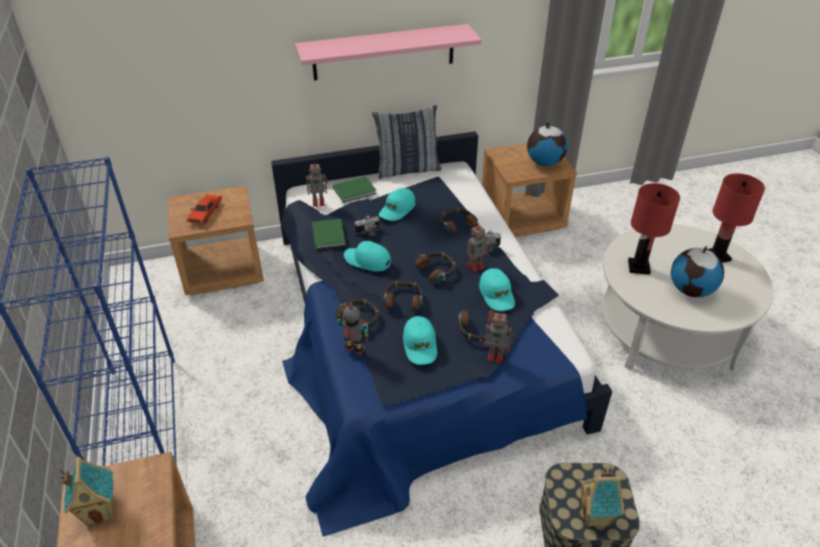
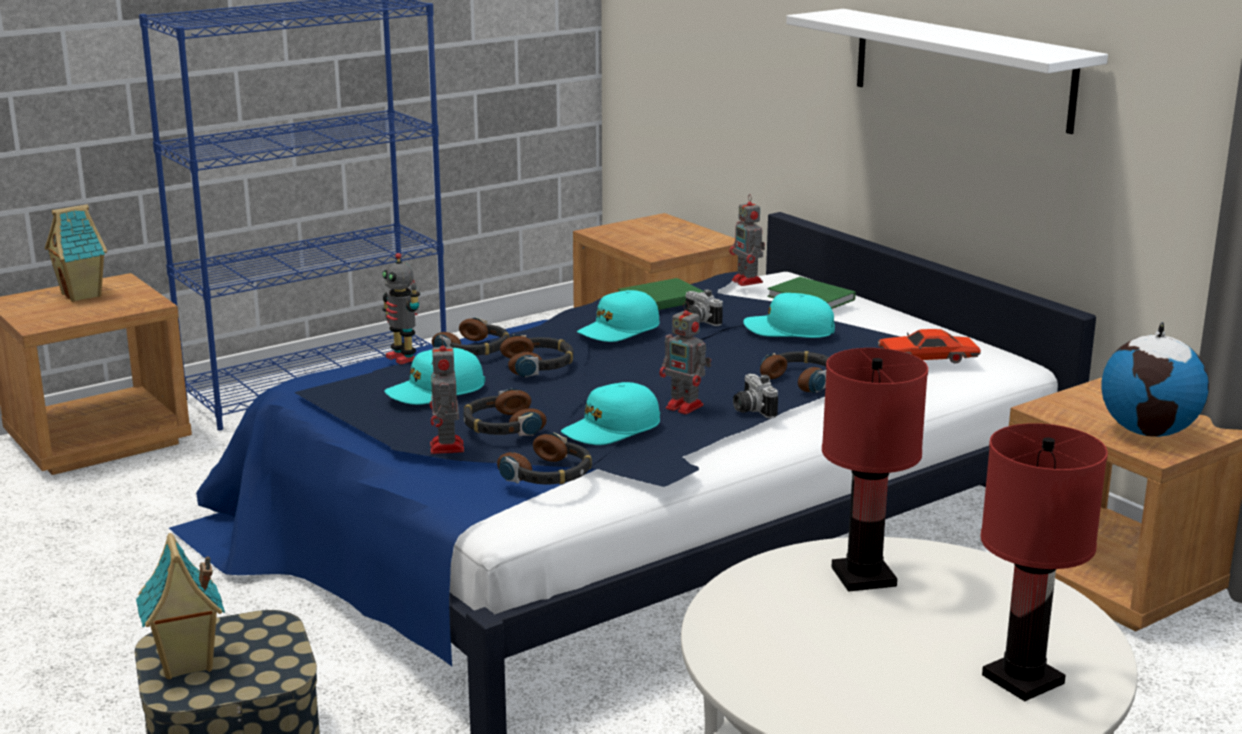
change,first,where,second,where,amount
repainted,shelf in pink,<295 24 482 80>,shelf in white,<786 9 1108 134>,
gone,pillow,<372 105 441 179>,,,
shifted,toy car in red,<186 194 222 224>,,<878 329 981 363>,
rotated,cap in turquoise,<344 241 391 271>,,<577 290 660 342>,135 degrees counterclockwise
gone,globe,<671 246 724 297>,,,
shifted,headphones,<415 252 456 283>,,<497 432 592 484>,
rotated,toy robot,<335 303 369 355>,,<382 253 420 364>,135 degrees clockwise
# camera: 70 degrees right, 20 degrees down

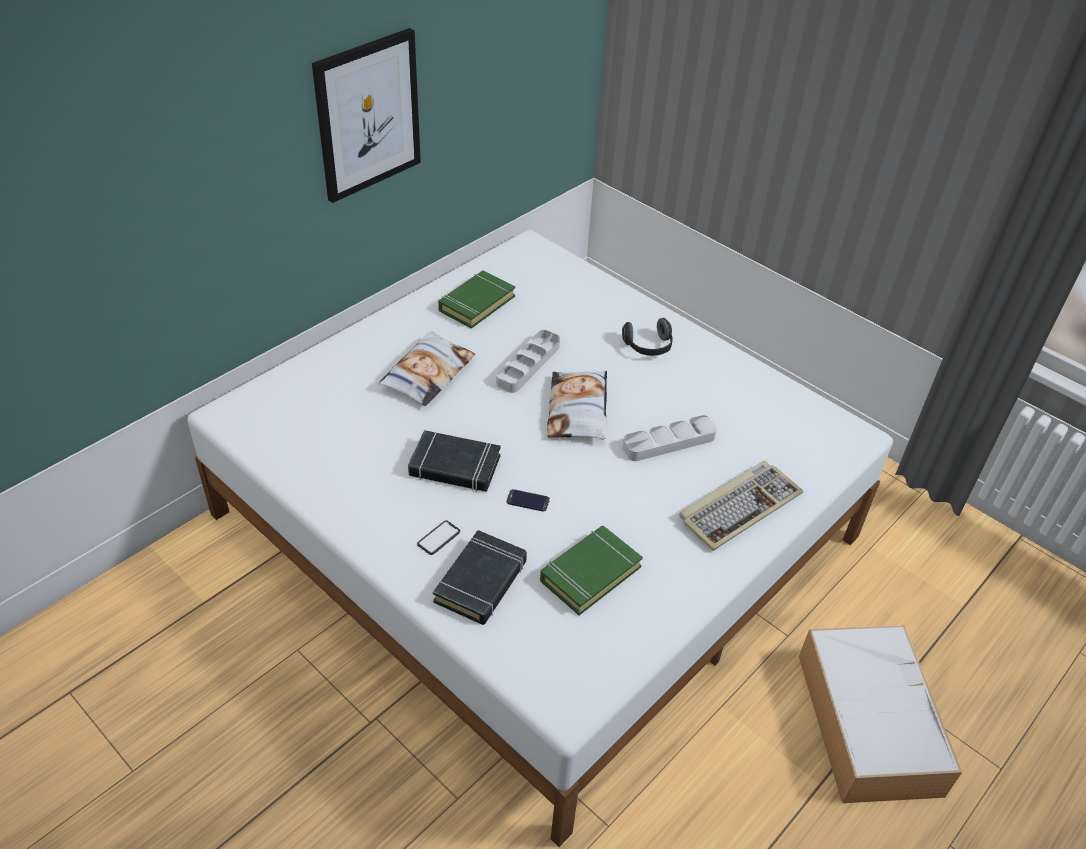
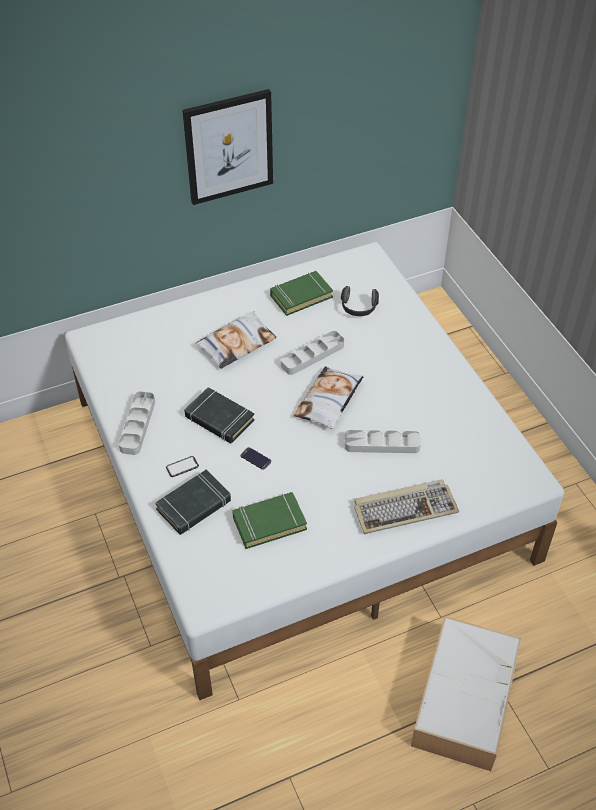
change,first,where,second,where,amount
shifted,headphones,<622 318 673 356>,,<341 286 379 316>,
new,,,tray in grey,<118 391 155 455>,
# camera: 25 degrees right, 5 degrees up

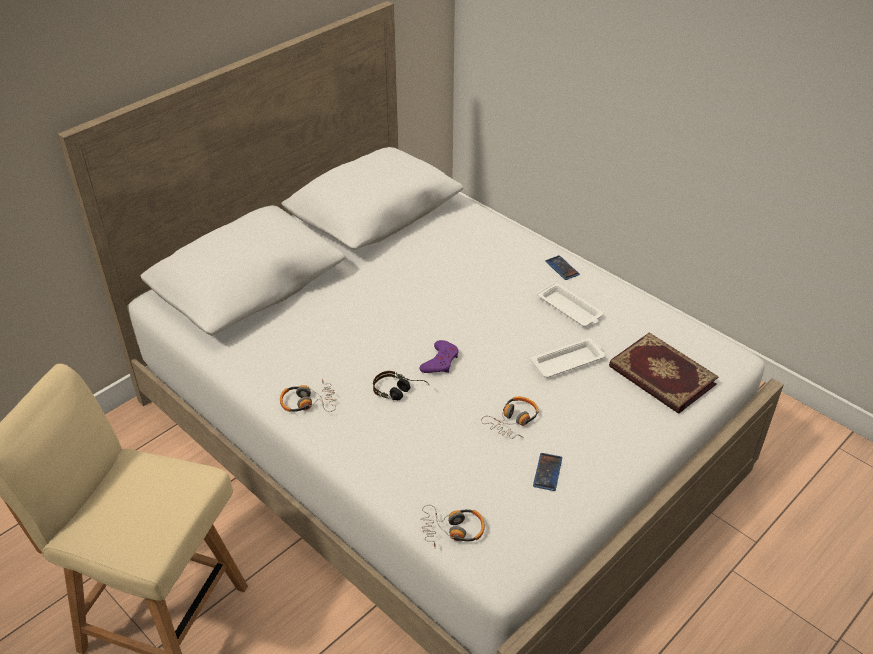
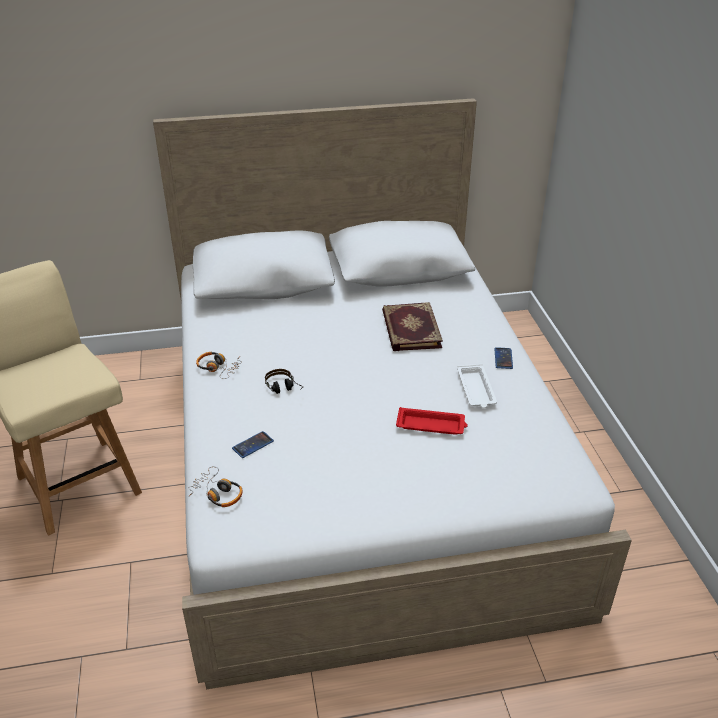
change,first,where,second,where,amount
shifted,book,<609 332 719 414>,,<382 302 443 351>,
repainted,tray in white,<530 338 605 378>,tray in red,<396 407 468 435>,
gone,game controller in purple,<420 340 459 373>,,,
gone,headphones,<481 397 538 439>,,,
shifted,phone,<533 453 562 491>,,<232 431 274 458>,
# camera: 35 degrees right, 5 degrees down

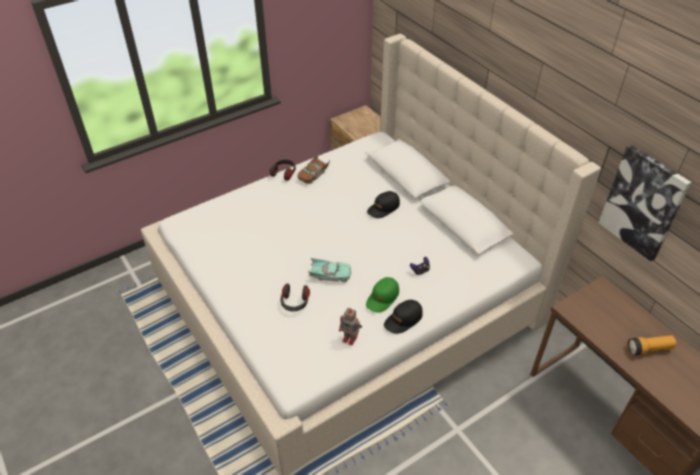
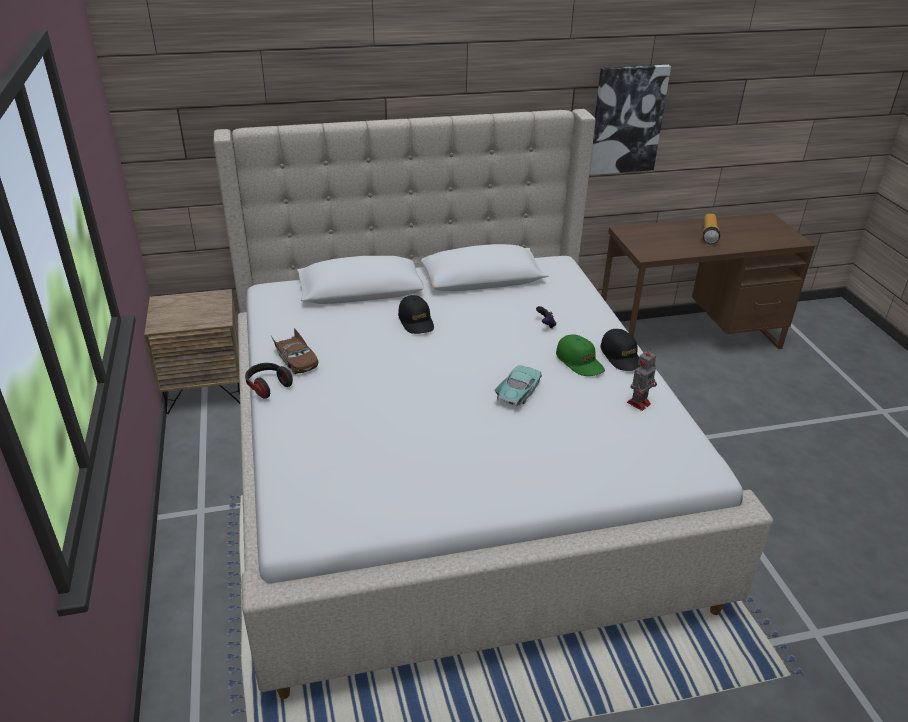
change,first,where,second,where,amount
gone,headphones,<281 283 310 311>,,,
# camera: 70 degrees left, 10 degrees down

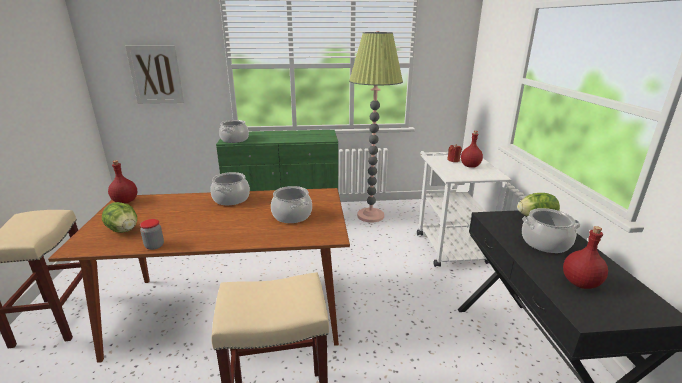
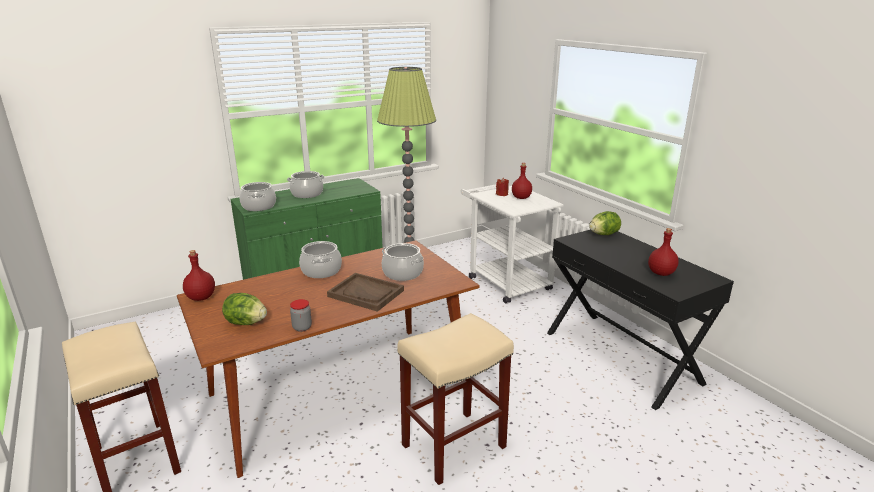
change,first,where,second,where,amount
gone,picture,<125 45 185 104>,,,
shifted,cooking pot,<522 208 581 253>,,<287 171 324 198>,
new,,,tray in brown,<327 273 404 312>,
# camera: 25 degrees left, 0 degrees up

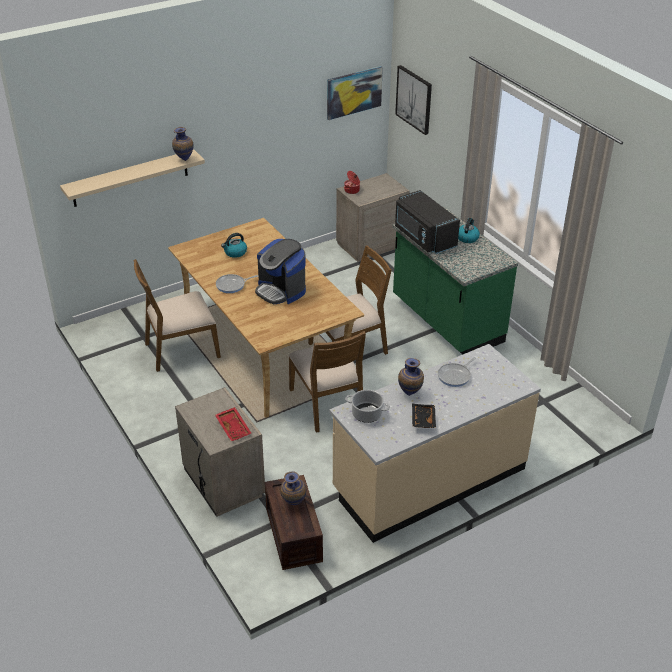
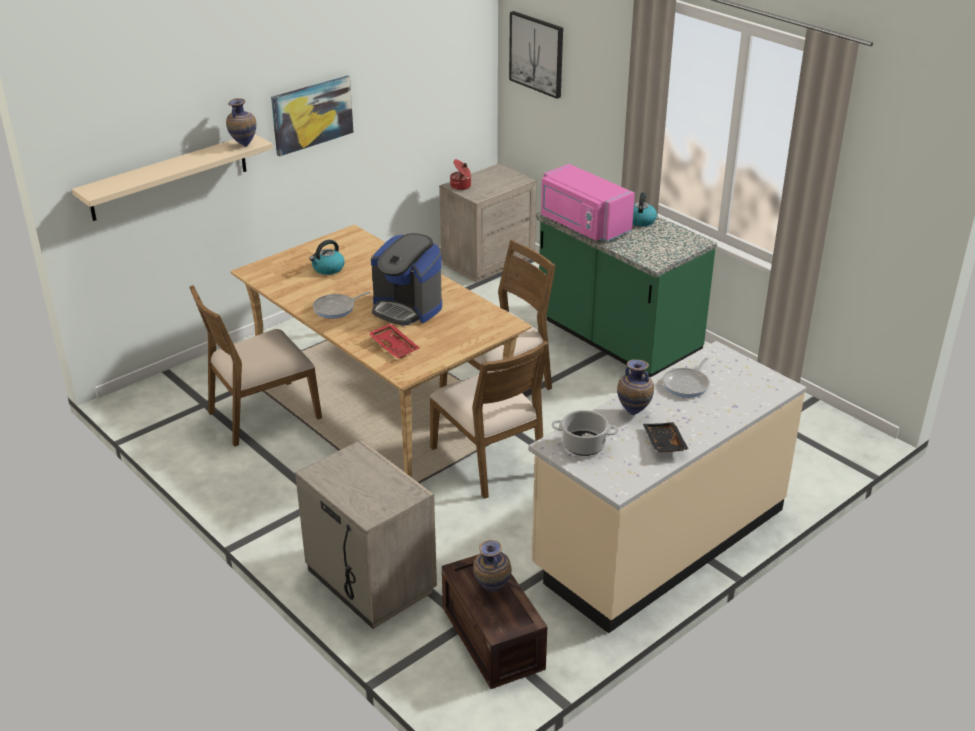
change,first,where,second,where,amount
shifted,picture,<327 66 383 120>,,<271 75 354 157>,
repainted,microwave in black,<395 190 460 254>,microwave in pink,<541 164 635 242>,
shifted,tray in red,<215 407 251 441>,,<368 323 420 359>,
# camera: 10 degrees left, 5 degrees down

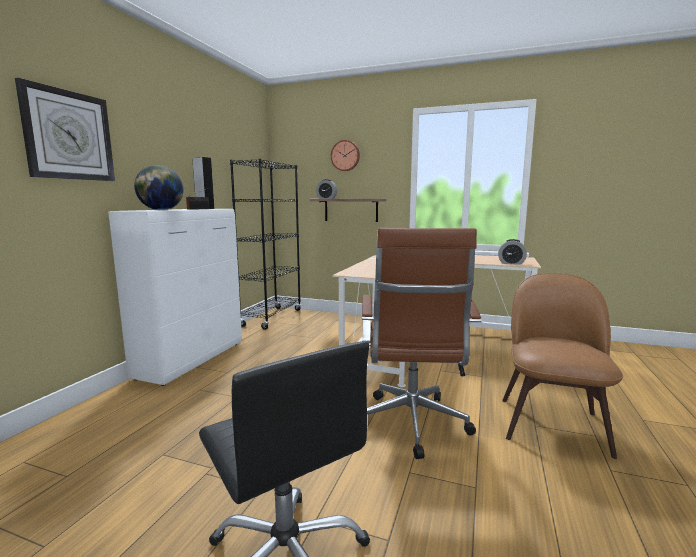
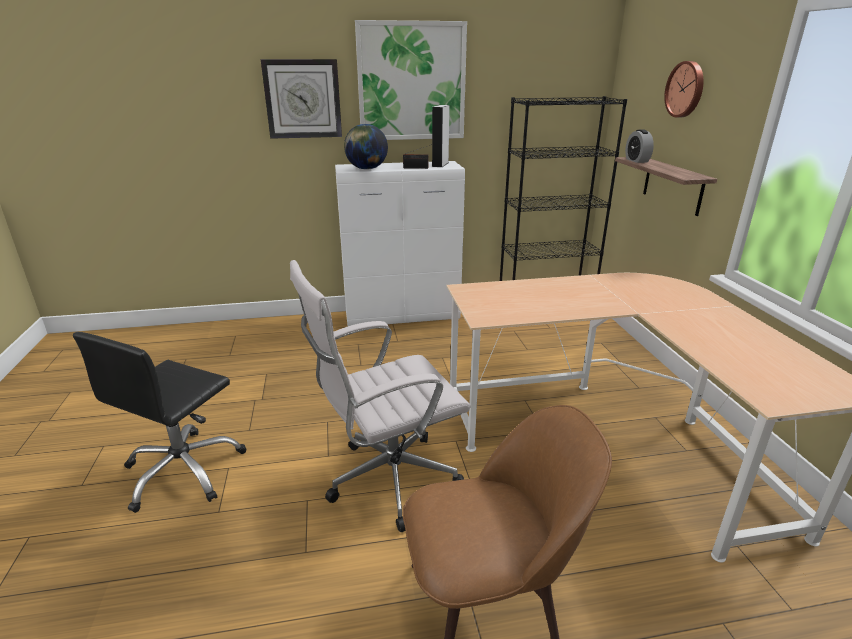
change,first,where,second,where,amount
repainted,office chair in brown,<362 228 481 459>,office chair in white,<290 260 471 533>,
gone,alarm clock,<498 239 527 265>,,,
new,,,picture,<355 20 467 140>,
# camera: 60 degrees right, 15 degrees up

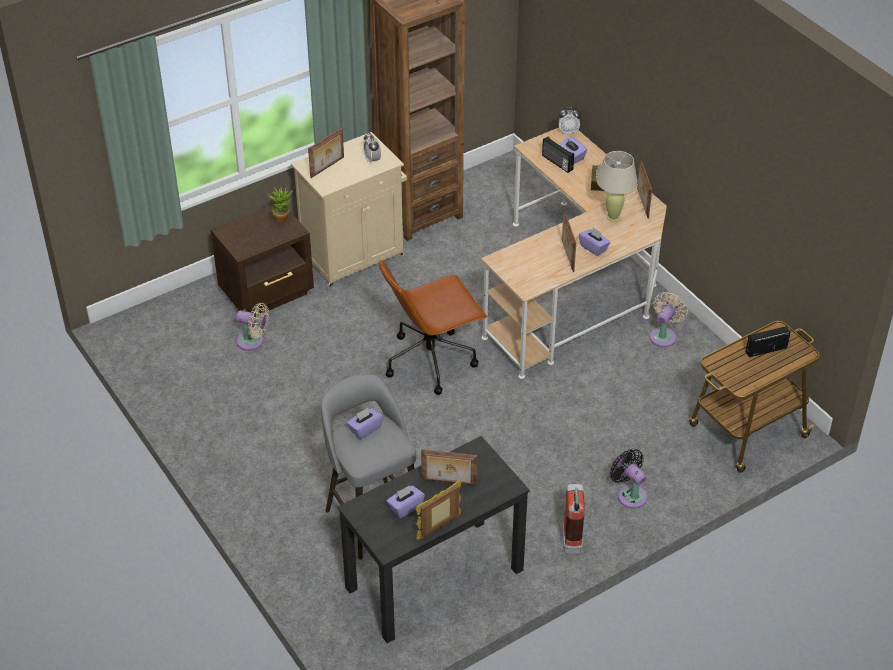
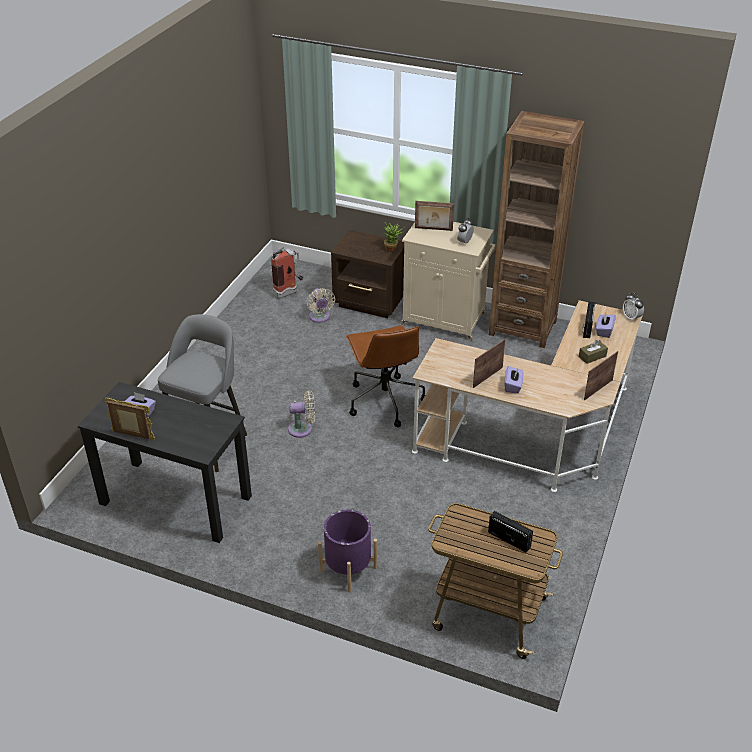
change,first,where,second,where,amount
gone,table lamp in beige,<596 151 638 222>,,,
rotated,office chair in brown,<378 260 487 395>,,<346 325 425 427>,135 degrees counterclockwise
shifted,fan in beige,<649 292 688 347>,,<288 391 315 438>,
gone,tissue box in purple,<347 408 383 439>,,,
gone,picture frame,<421 449 477 486>,,,
swapped,fan in black,<610 449 648 509>,planter in purple,<318 510 377 592>,
shifted,fire extinguisher,<562 481 585 554>,,<271 247 303 299>,
# camera: 55 degrees right, 5 degrees down

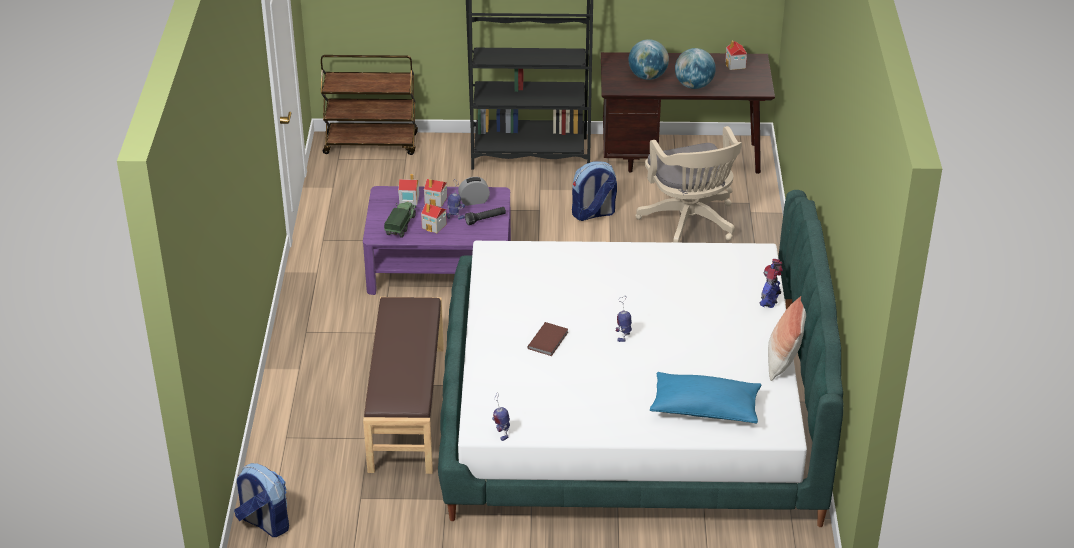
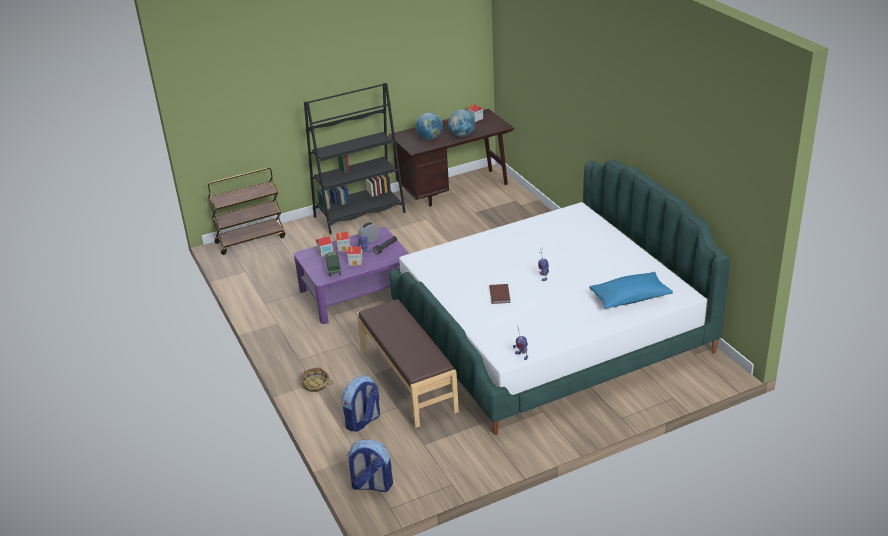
change,first,where,second,where,amount
gone,office chair in beige,<636 126 742 243>,,,
shifted,backpack,<572 161 617 221>,,<342 375 380 432>,
gone,toy robot,<760 259 783 308>,,,
gone,pillow,<768 296 806 381>,,,
new,,,basket,<301 368 333 392>,
# camera: 25 degrees left, 5 degrees down

